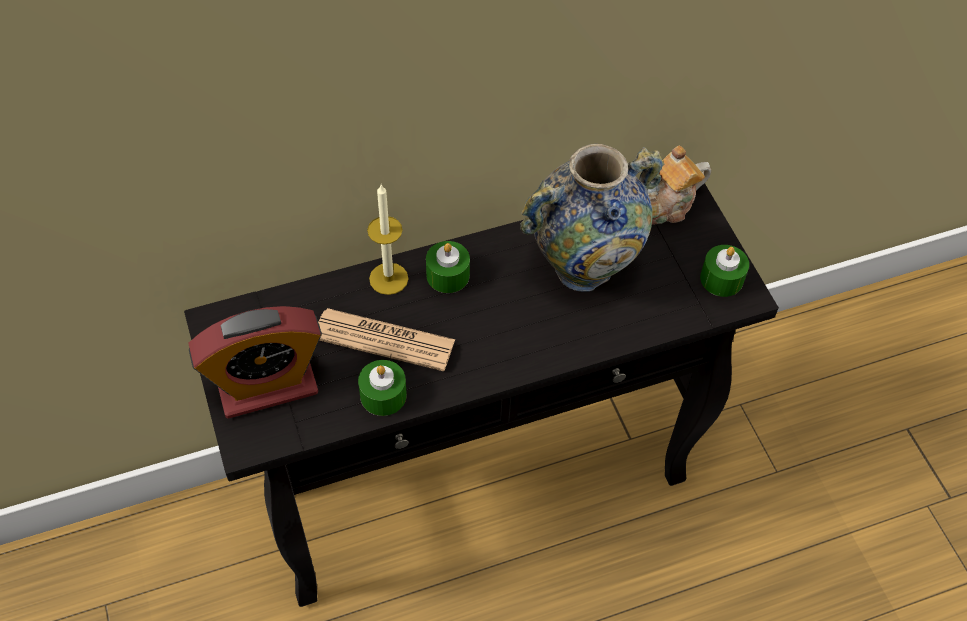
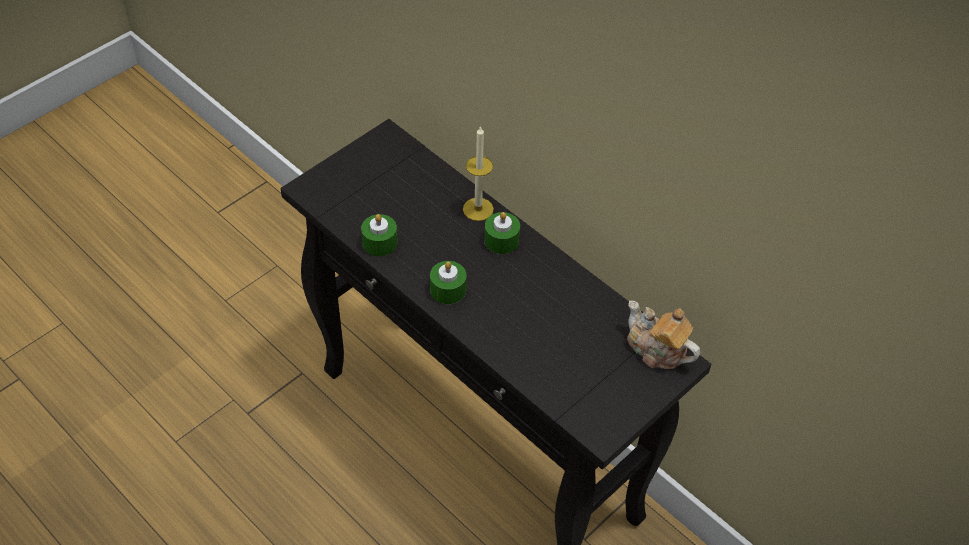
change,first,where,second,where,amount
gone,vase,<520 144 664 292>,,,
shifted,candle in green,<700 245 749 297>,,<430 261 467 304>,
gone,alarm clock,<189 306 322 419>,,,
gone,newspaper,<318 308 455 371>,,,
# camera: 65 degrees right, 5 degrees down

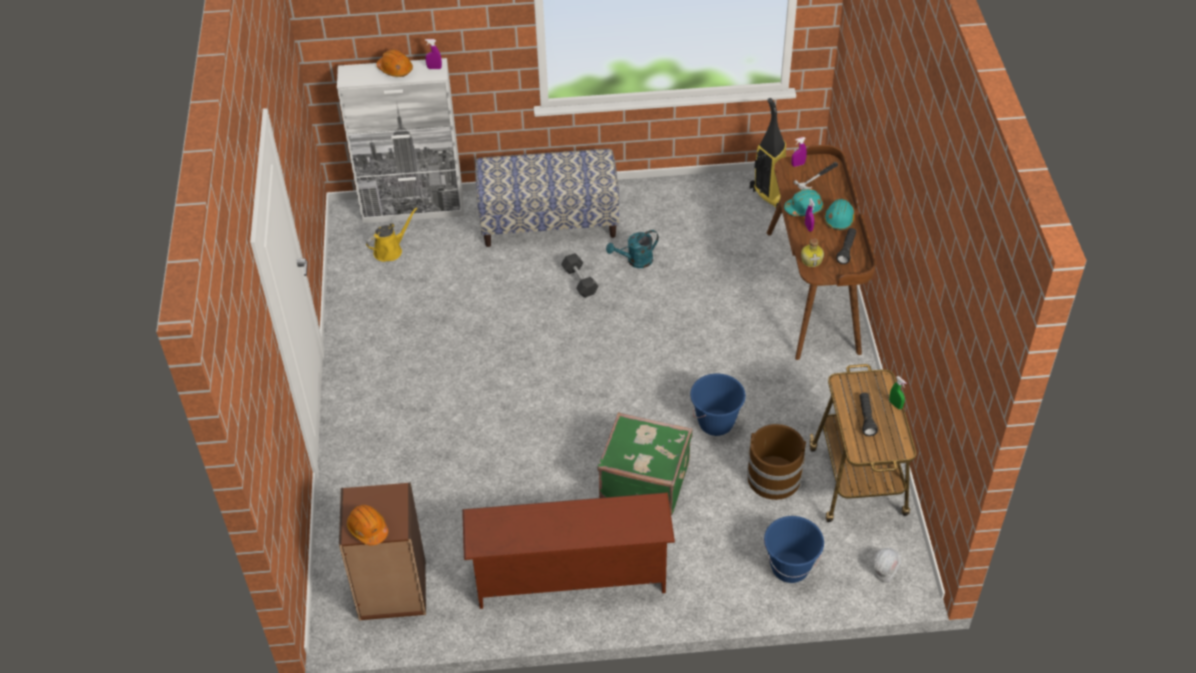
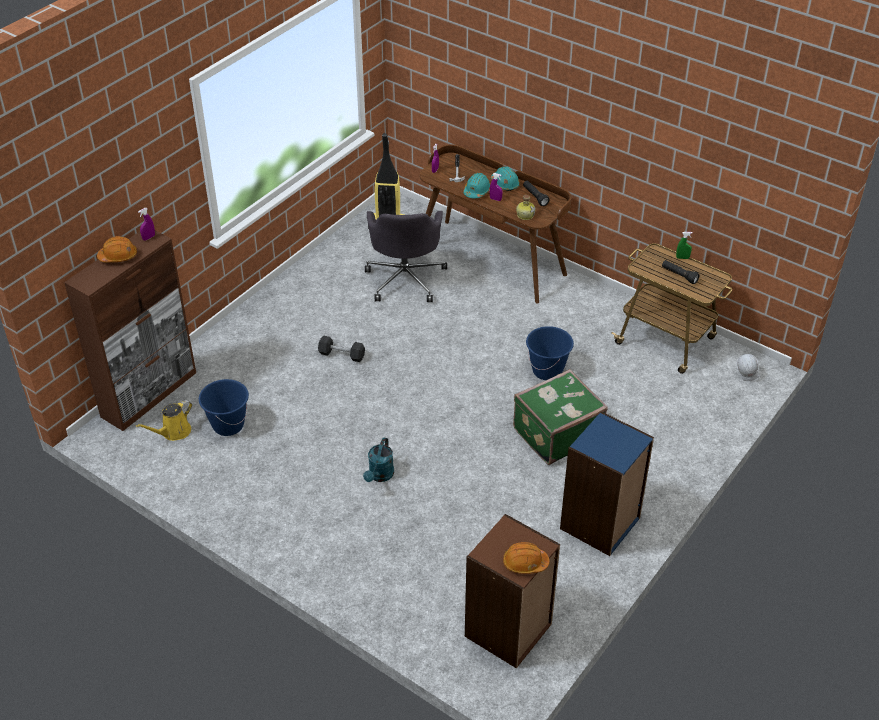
change,first,where,second,where,amount
repainted,cabinet in white,<337 58 464 223>,cabinet in brown,<64 231 196 431>,
gone,bench,<475 149 619 247>,,,
rotated,watering can in yellow,<366 207 418 262>,,<136 400 192 441>,135 degrees counterclockwise
shifted,watering can in turquoise,<606 230 659 268>,,<363 438 394 482>,
gone,bucket in brown,<747 424 806 500>,,,
swapped,shoe rack in brown,<462 492 675 609>,bookcase in blue,<560 411 654 556>,
shifted,bucket in blue,<764 516 824 583>,,<199 379 249 436>,
new,,,office chair in grey,<365 211 447 302>,
# camera: 50 degrees left, 5 degrees down

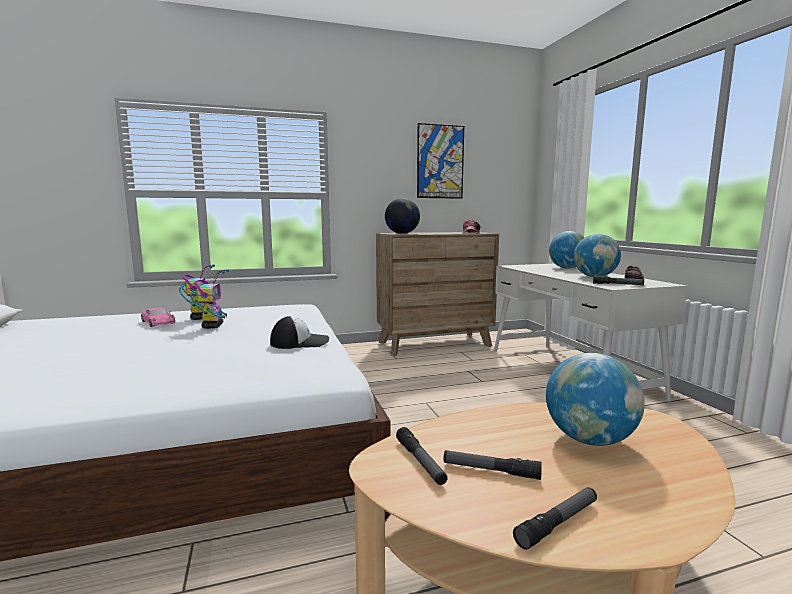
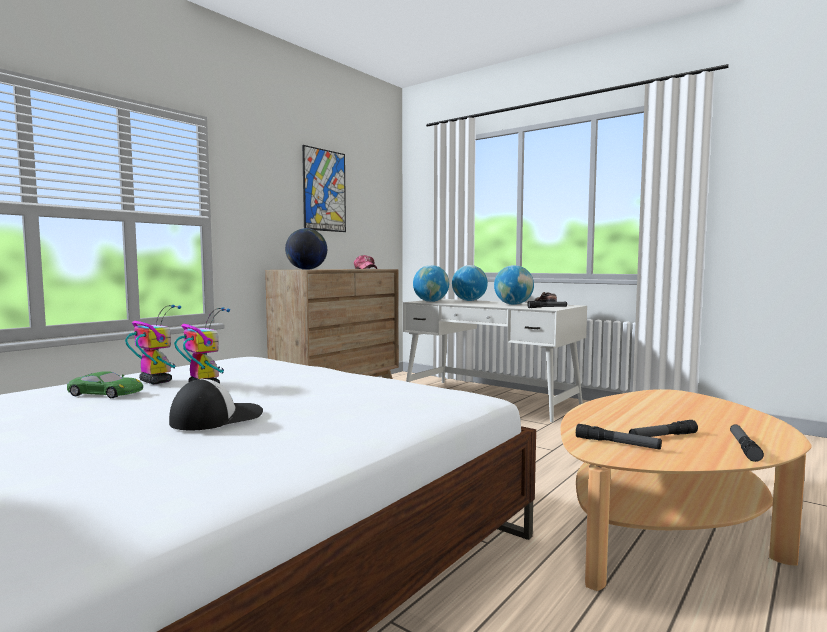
change,first,where,second,where,amount
repainted,toy car in pink,<141 308 175 327>,toy car in green,<67 371 143 398>,
shifted,cap,<270 316 329 349>,,<169 379 263 430>,
shifted,globe,<546 353 645 446>,,<413 265 449 302>,
# camera: 35 degrees left, 5 degrees down

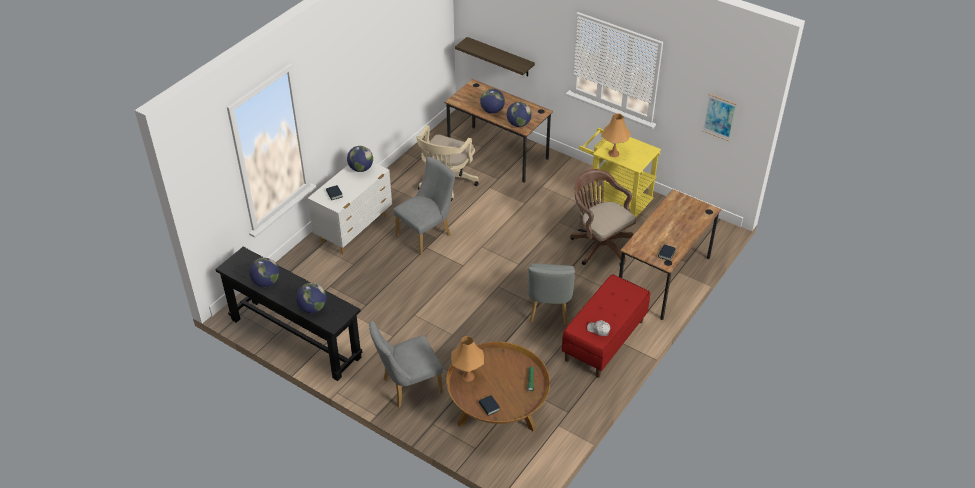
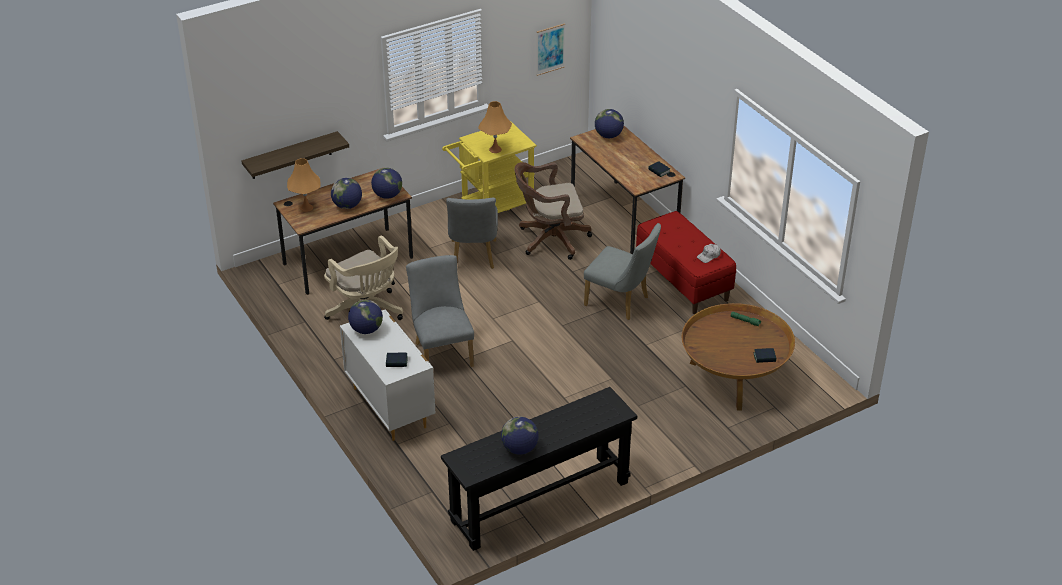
change,first,where,second,where,amount
shifted,globe,<296 283 327 313>,,<595 109 624 138>,
shifted,chair in grey,<369 321 443 407>,,<446 198 498 269>,
shifted,table lamp in orange,<451 336 484 382>,,<287 158 321 212>,
# camera: 65 degrees left, 5 degrees down

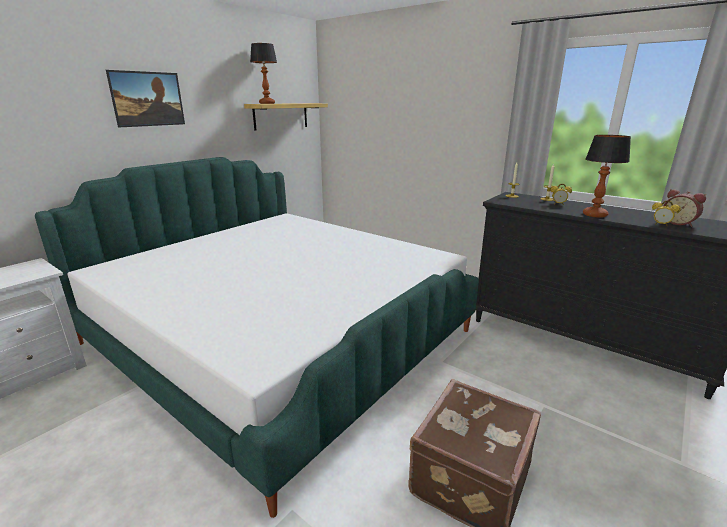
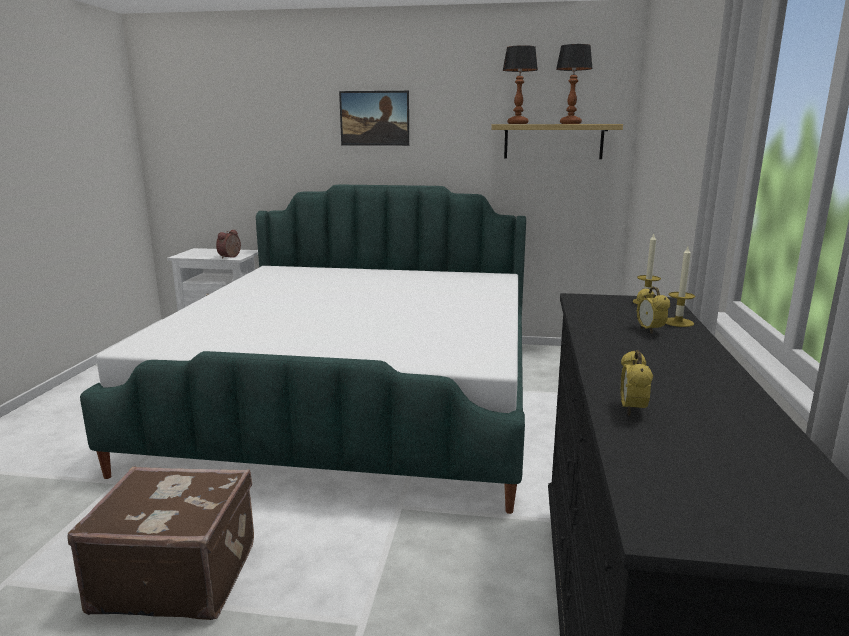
change,first,where,second,where,amount
shifted,table lamp,<583 135 631 218>,,<556 44 593 124>,
shifted,alarm clock,<664 189 706 227>,,<216 229 241 259>,
# camera: 60 degrees right, 5 degrees down

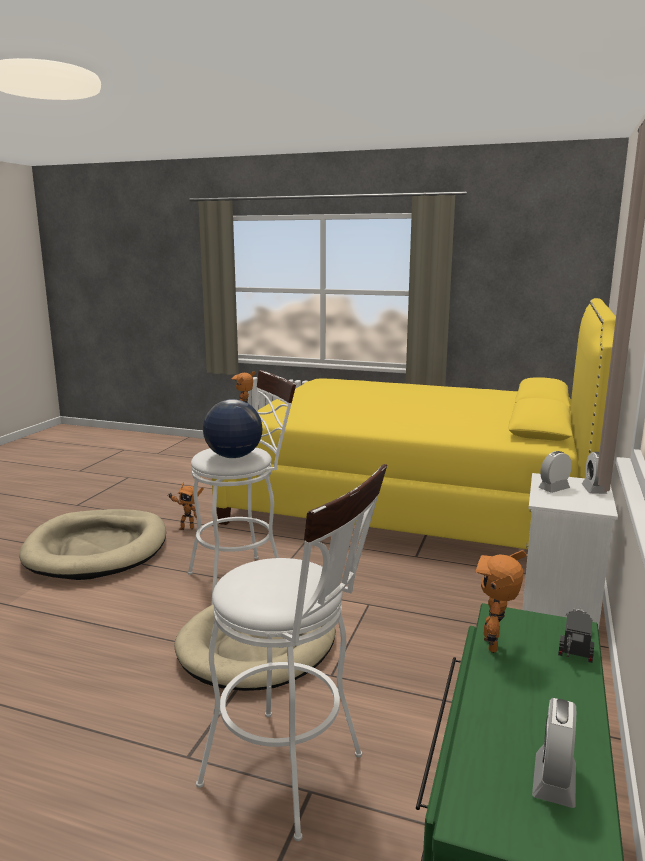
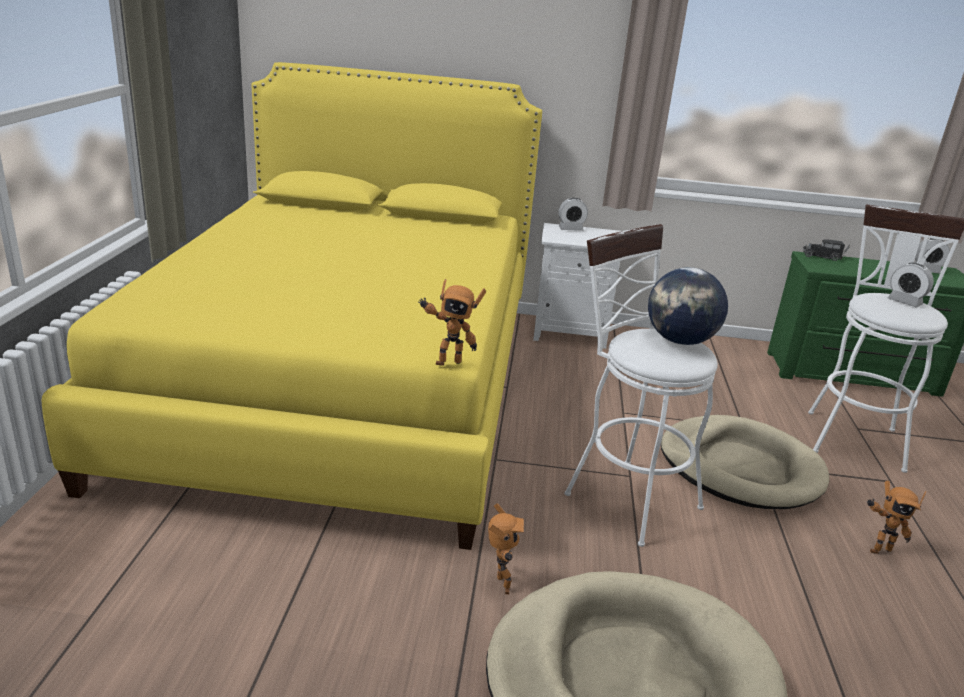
change,first,where,second,where,amount
shifted,alarm clock,<538 451 572 493>,,<888 263 934 308>,
shifted,toy robot,<475 550 526 653>,,<867 480 926 554>,
# camera: 105 degrees left, 10 degrees up

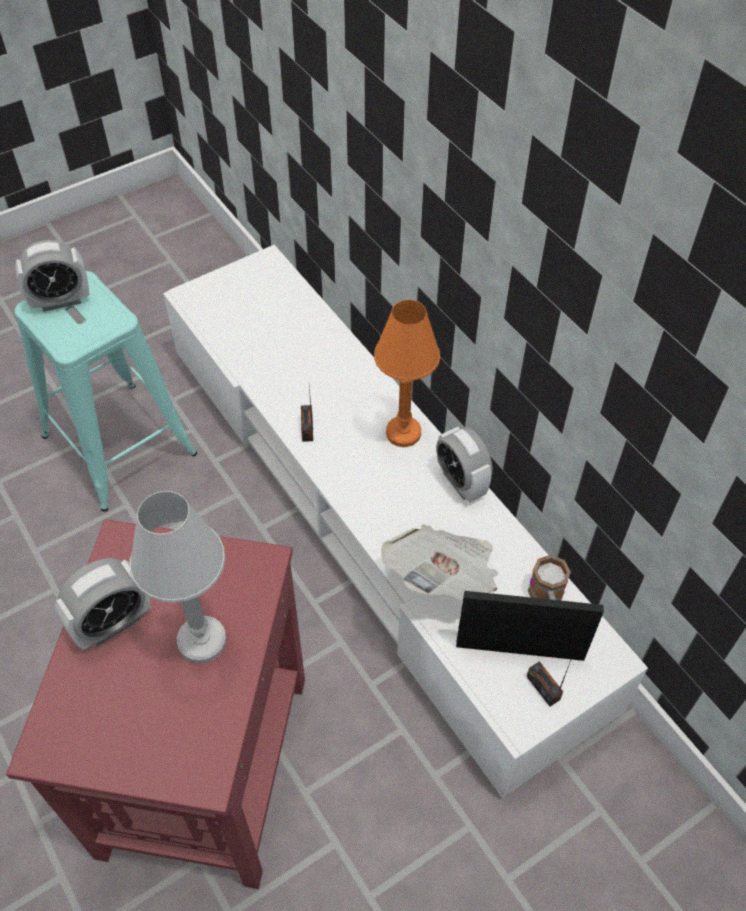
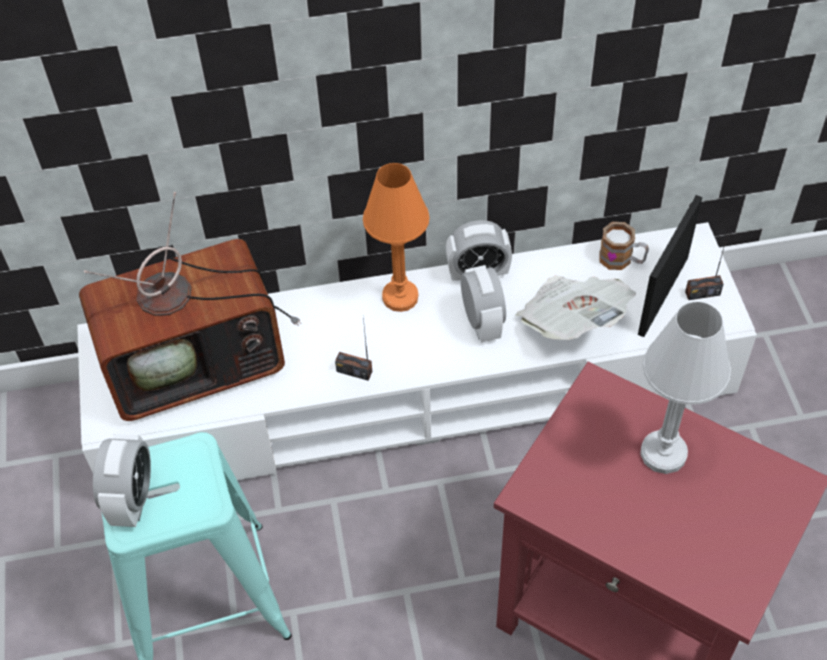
change,first,where,second,where,amount
shifted,alarm clock,<55 558 151 650>,,<461 265 506 343>,
new,,,television,<79 192 301 421>,
# camera: 65 degrees left, 0 degrees up

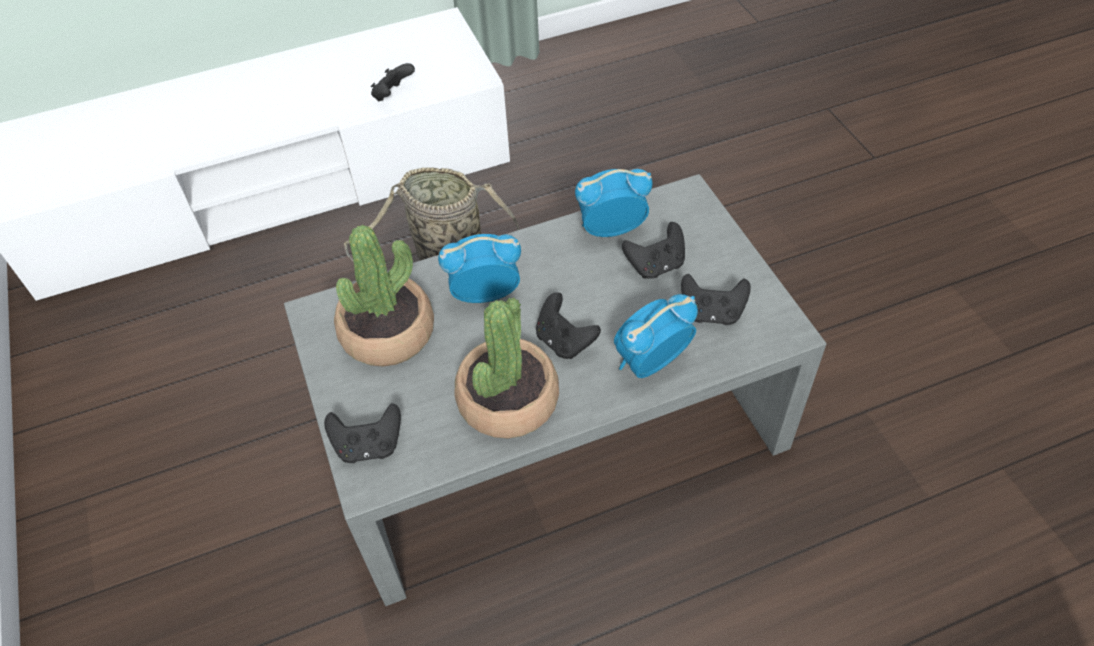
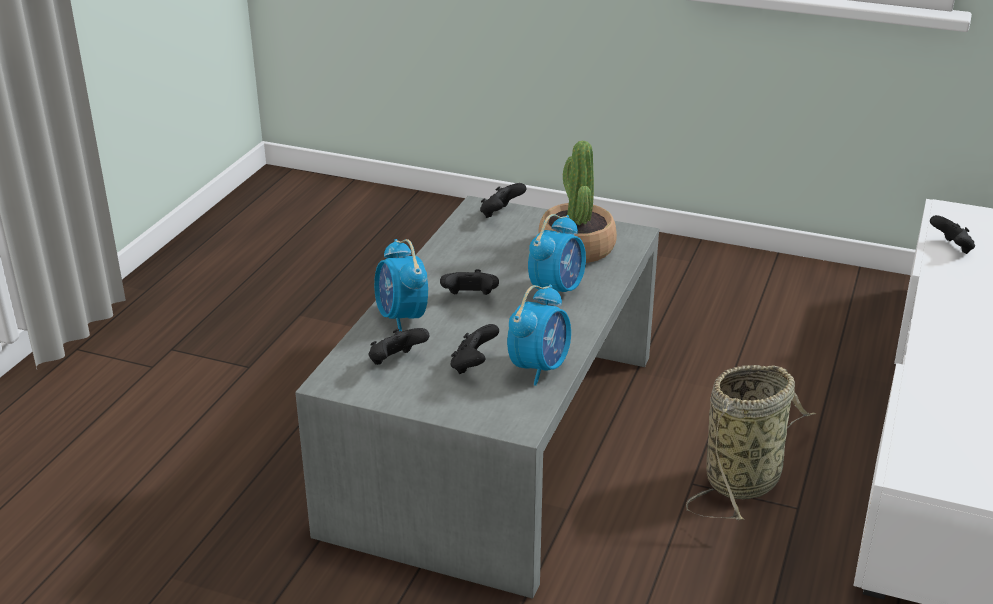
change,first,where,second,where,amount
shifted,game controller in black,<371 63 415 102>,,<930 215 975 254>,
rotated,alarm clock,<614 294 698 378>,,<374 239 428 331>,150 degrees clockwise
gone,potted plant,<455 298 559 439>,,,
# camera: 130 degrees right, 20 degrees down

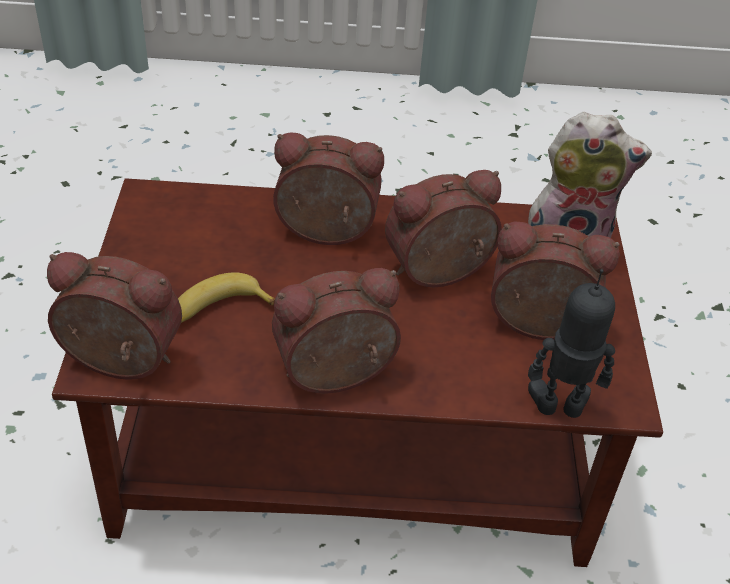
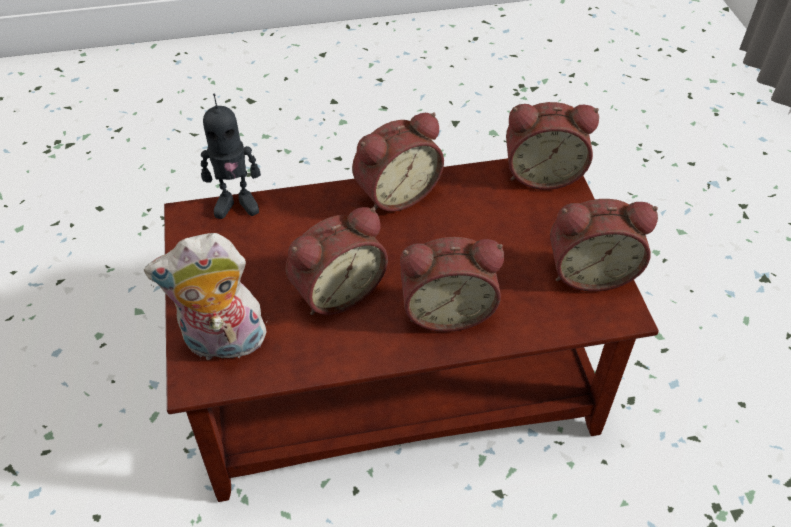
change,first,where,second,where,amount
shifted,alarm clock,<491 222 620 340>,,<550 199 658 292>,
gone,banana,<178 272 275 323>,,,
# camera: 170 degrees right, 5 degrees up

